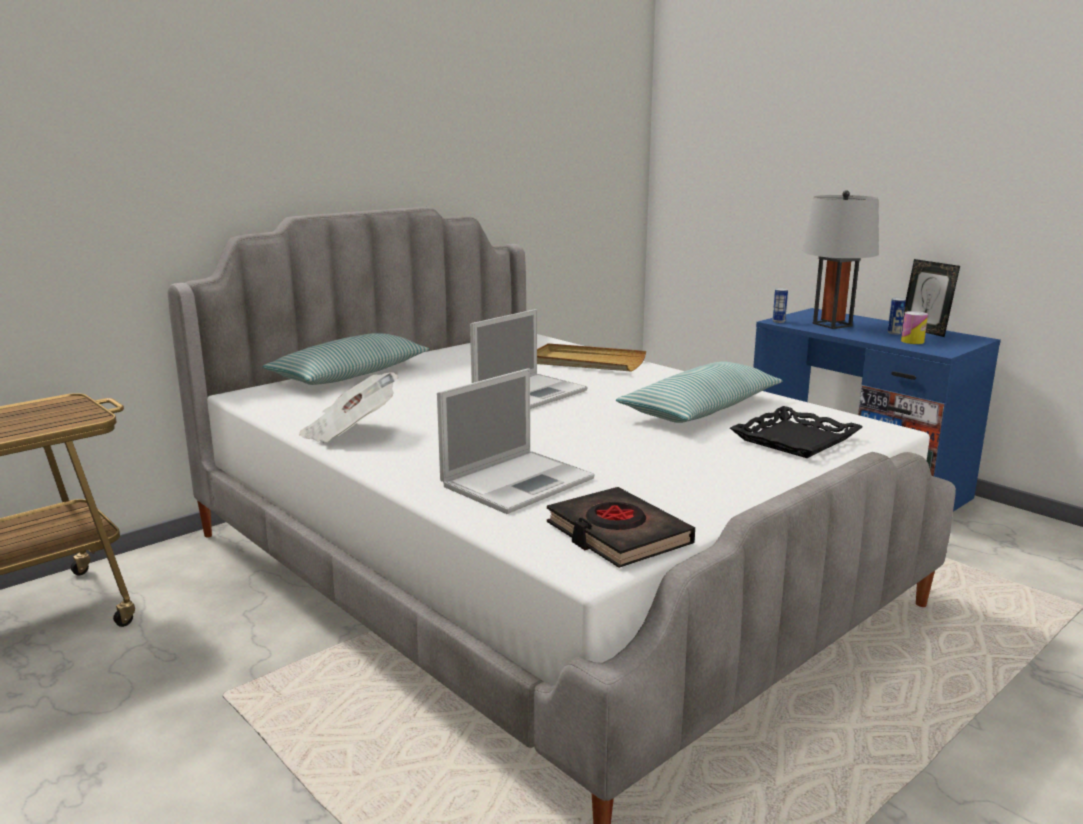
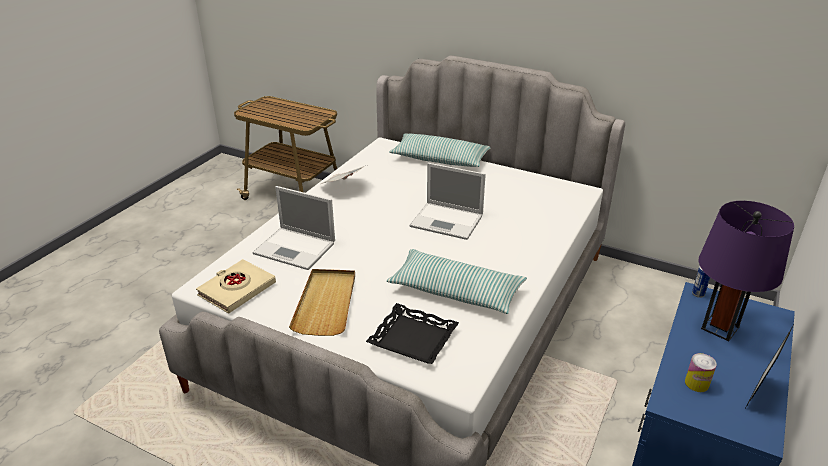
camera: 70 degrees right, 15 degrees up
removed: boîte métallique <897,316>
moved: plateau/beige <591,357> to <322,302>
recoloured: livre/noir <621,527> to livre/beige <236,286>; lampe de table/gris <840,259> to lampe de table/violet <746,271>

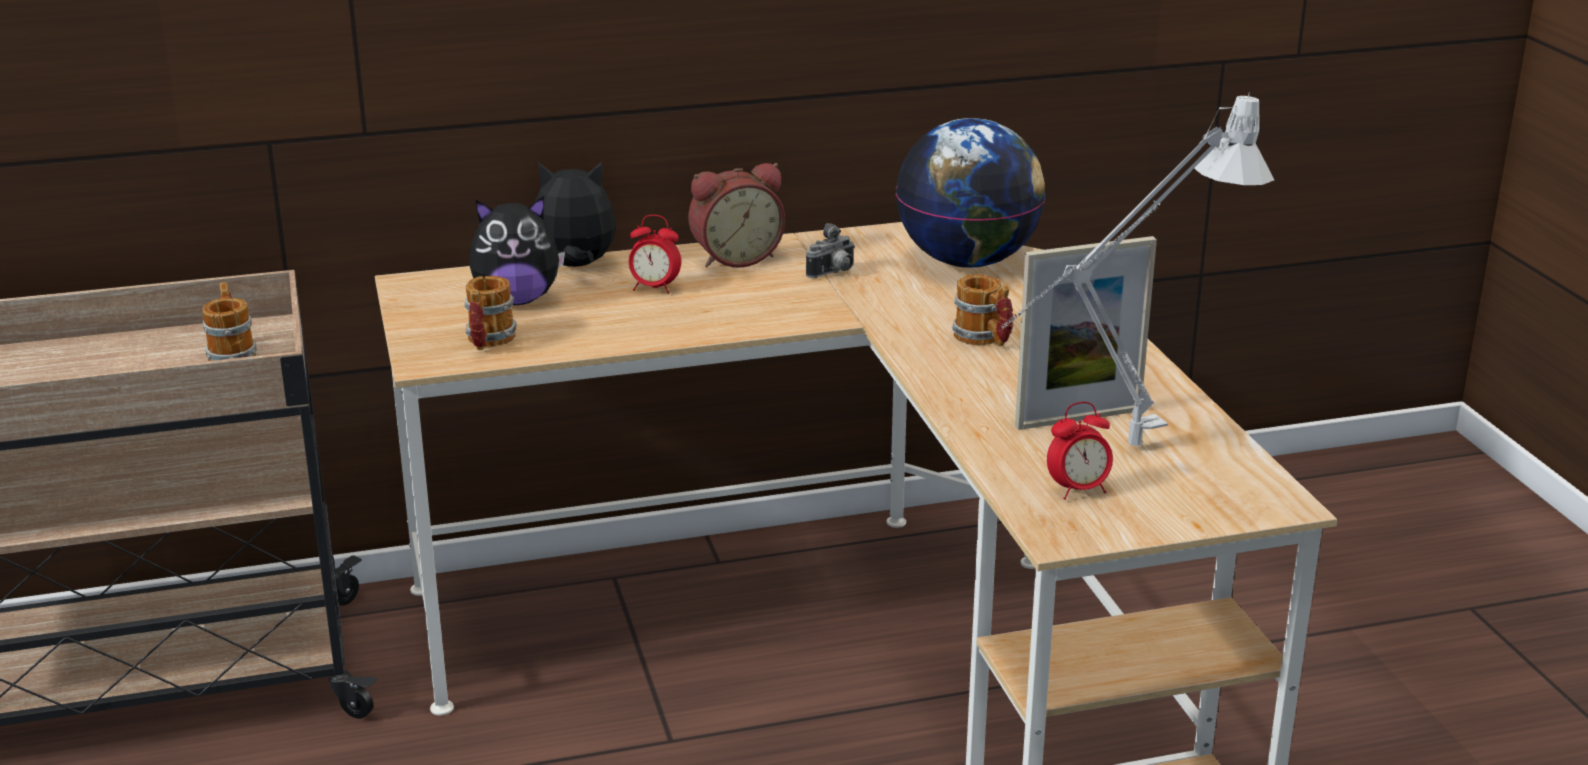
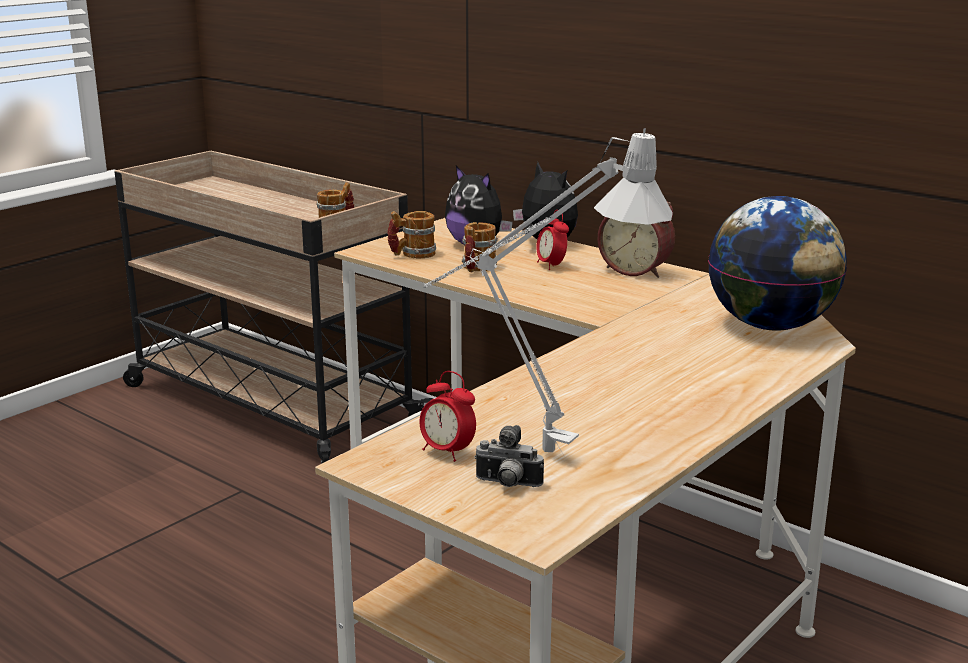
camera: 55 degrees right, 5 degrees down
removed: cadre photo <1086,333>
moved: mug <983,310> to <480,247>; appareil photo <830,250> to <509,456>

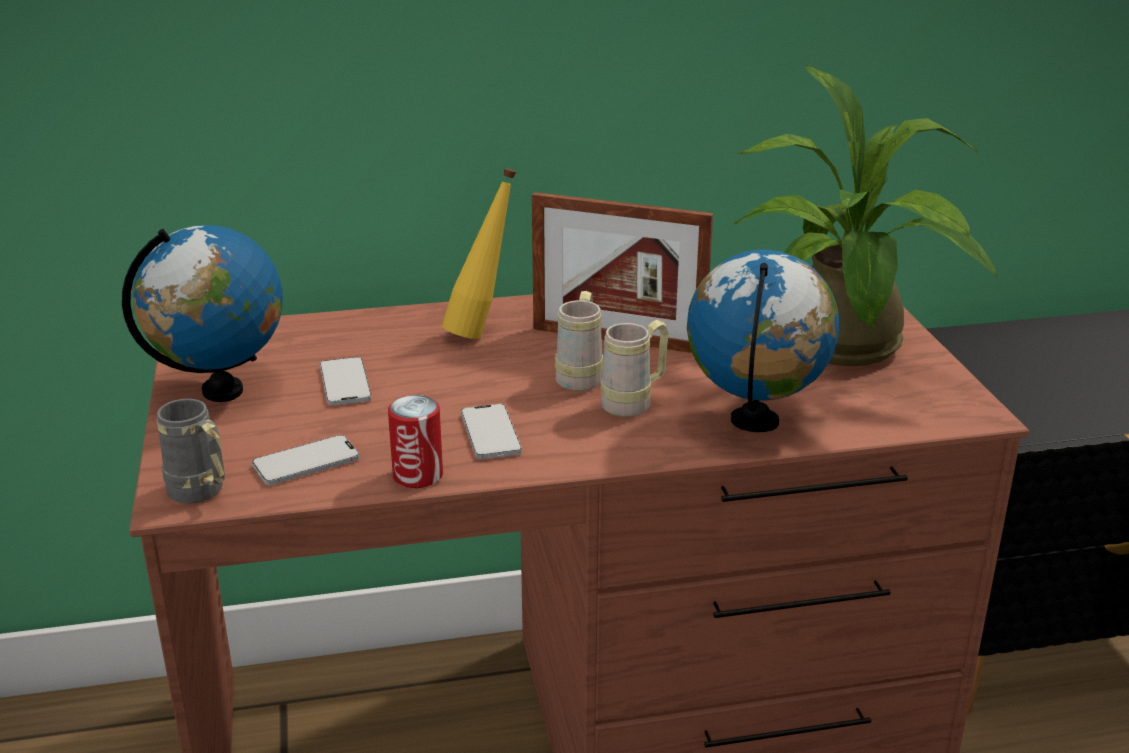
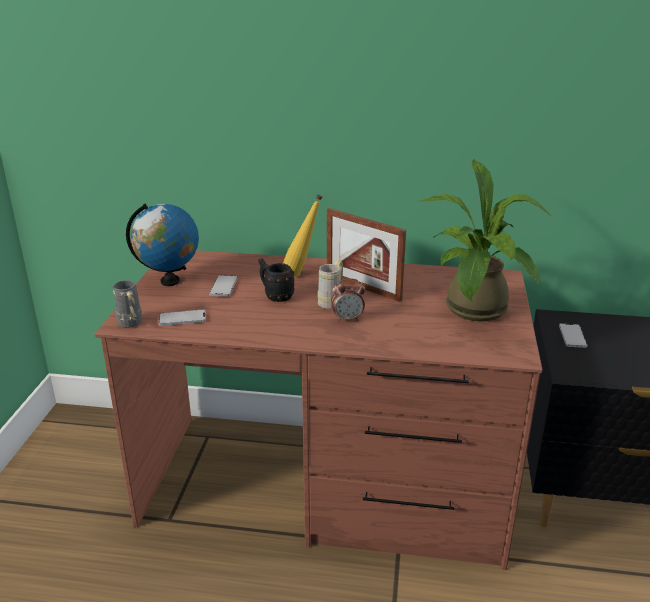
camera: 20 degrees right, 0 degrees up
removed: boîte métallique <415,441>; globe <763,341>
added: mug/noir <276,280>
moved: téléphone <491,431> to <573,336>
replaced: mug/beige <635,368> to réveil <348,300>

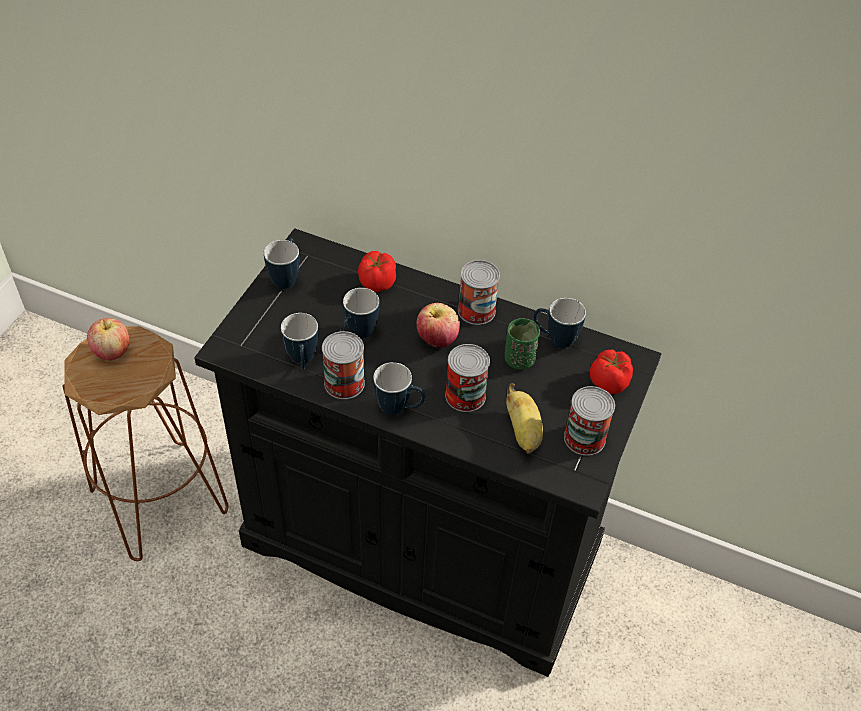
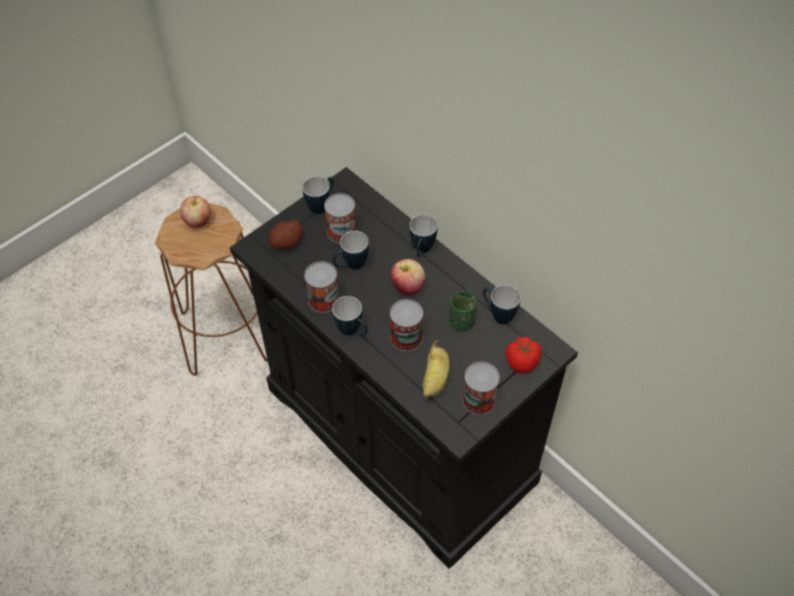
camera: 25 degrees right, 5 degrees up
removed: tomate <377,271>
added: pomme de terre <286,235>
moved: boîte métallique <479,292> to <340,218>; mug <300,341> to <423,235>

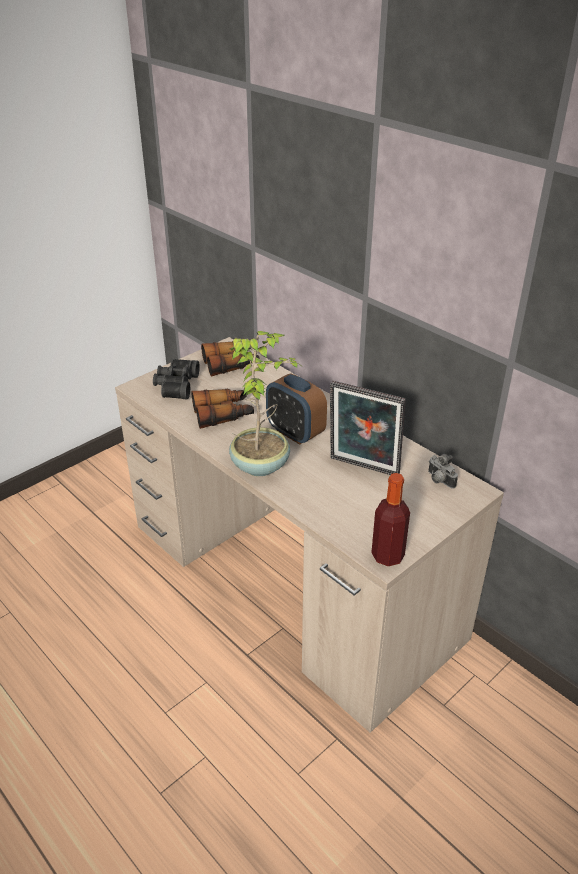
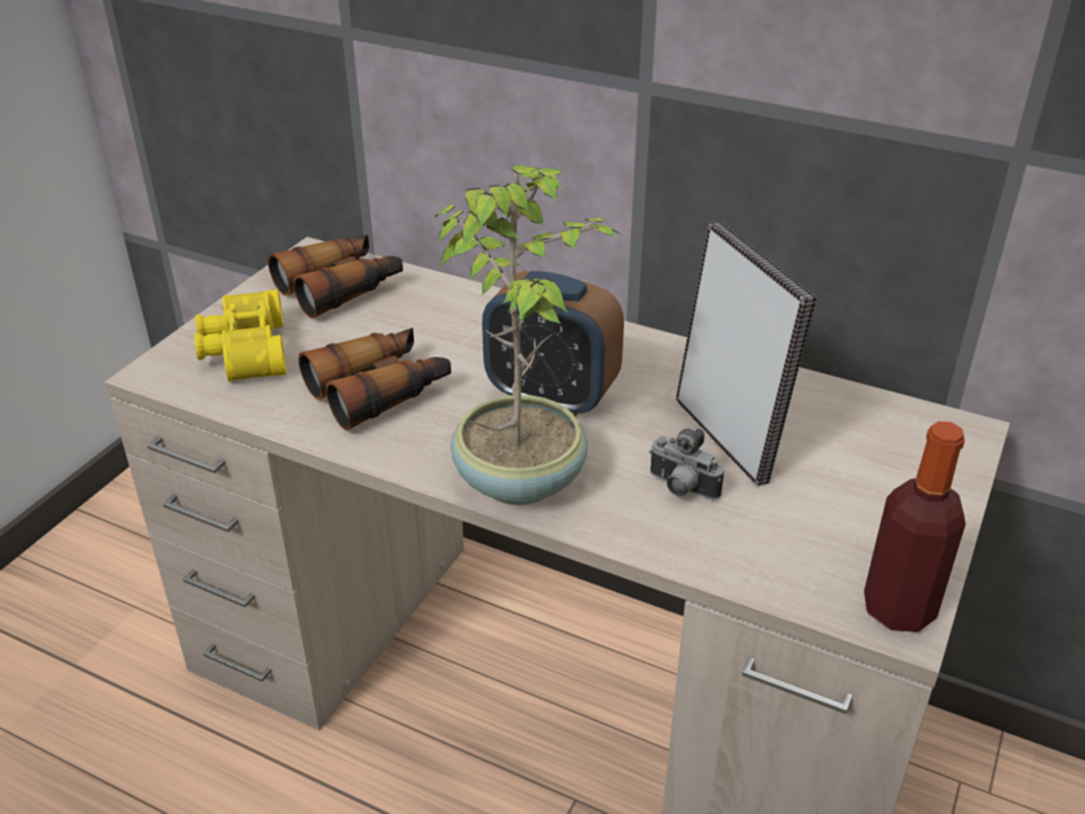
camera: 20 degrees left, 0 degrees up
moved: appareil photo <443,471> to <686,464>
recoloured: jumelles/noir <176,379> to jumelles/jaune <240,335>
turned: cadre photo <368,428> = <746,354> 120 degrees counterclockwise

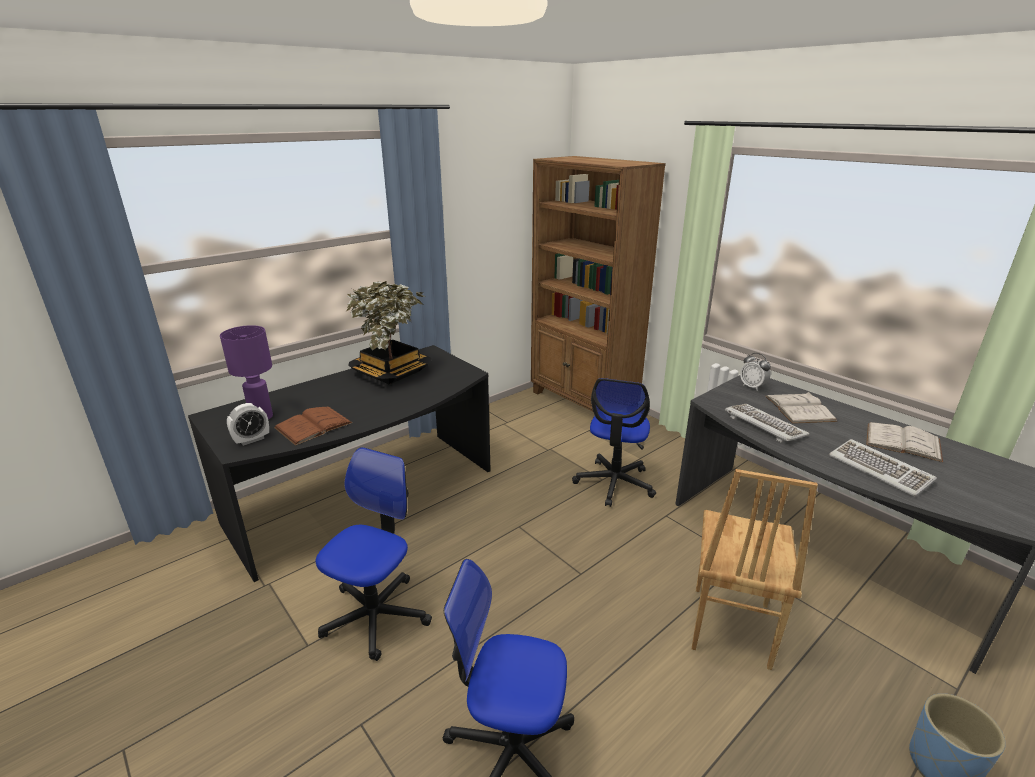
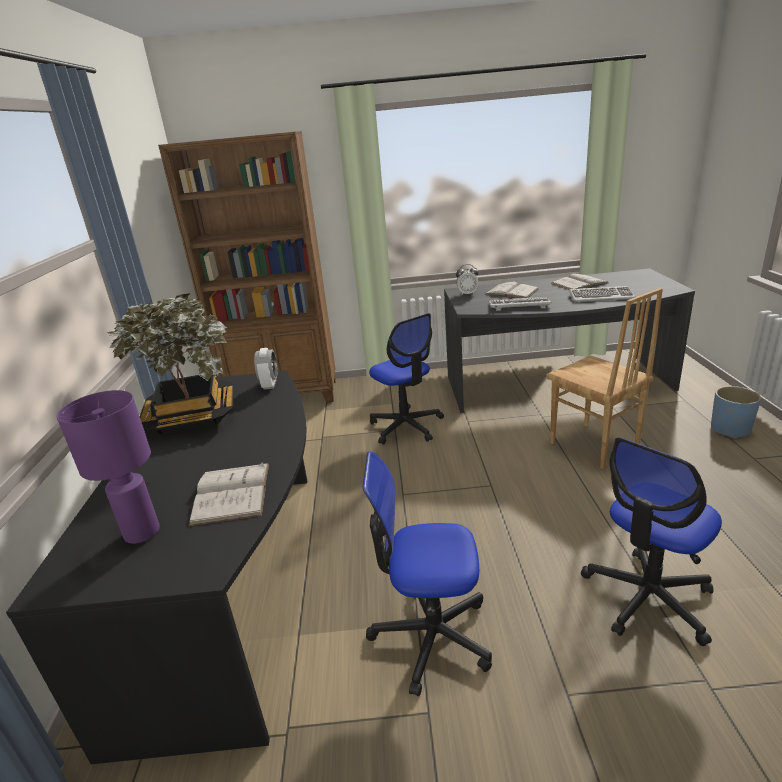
camera: 50 degrees left, 0 degrees up
moved: réveil <248,424> to <266,369>
recoloured: livre/marron <313,426> to livre/blanc <229,494>
turned: chaise de bureau <374,554> = <427,574> 60 degrees counterclockwise

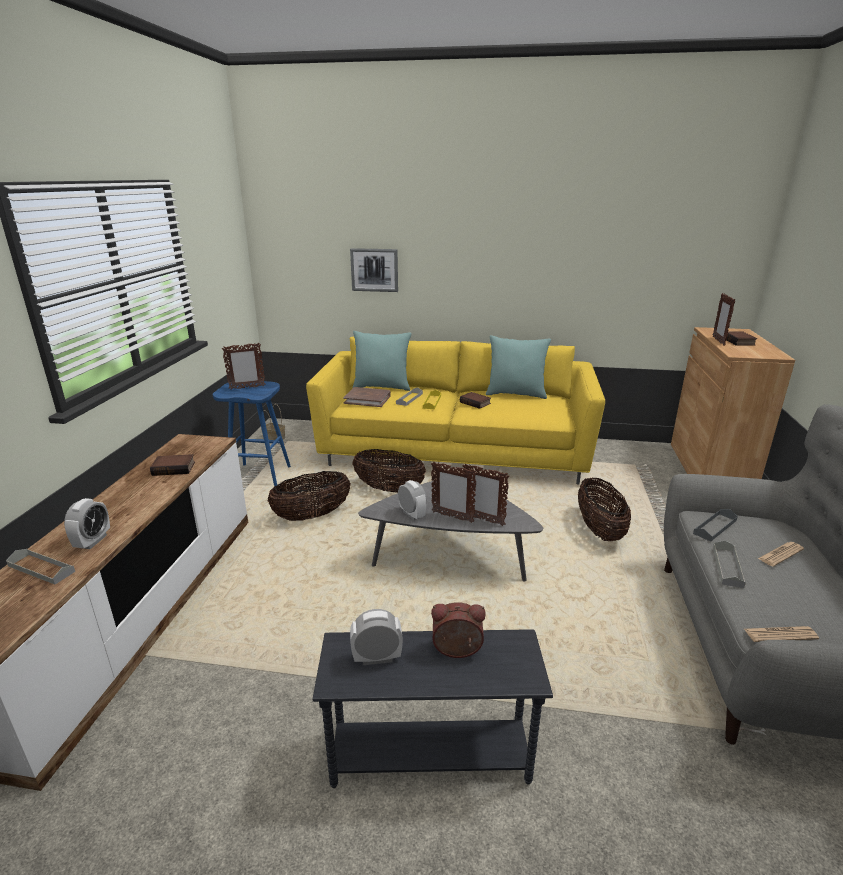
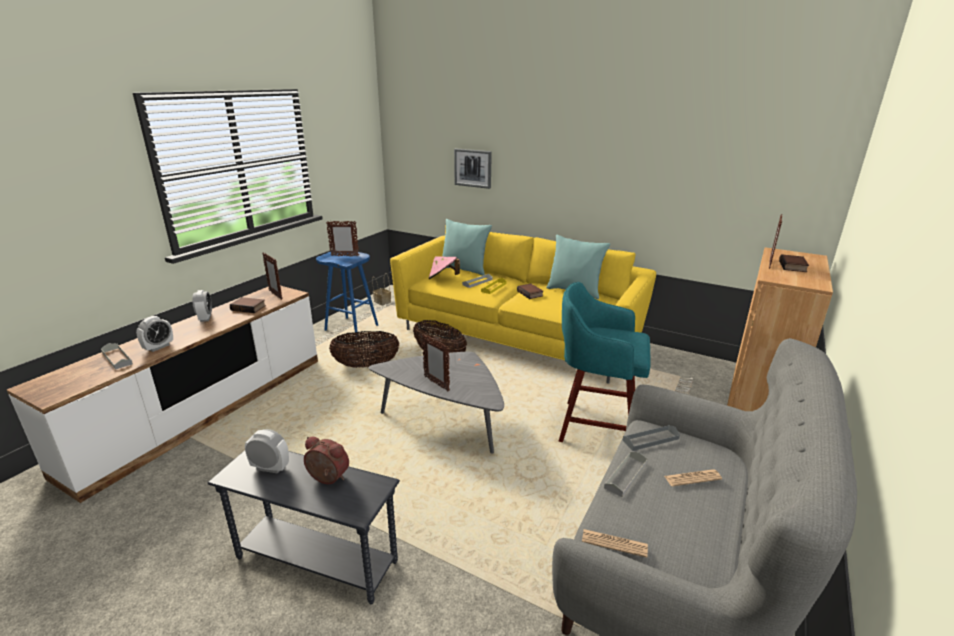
camera: 20 degrees right, 0 degrees up
moved: réveil <412,500> to <202,306>; cadre photo <486,495> to <272,276>
replaced: livre/marron <367,397> to chapeau/rose <444,267>; panier <604,509> to tabouret/turquoise <605,362>

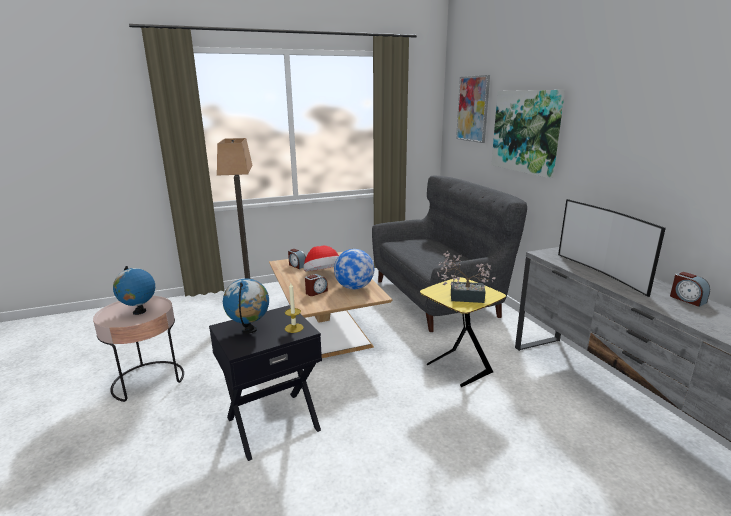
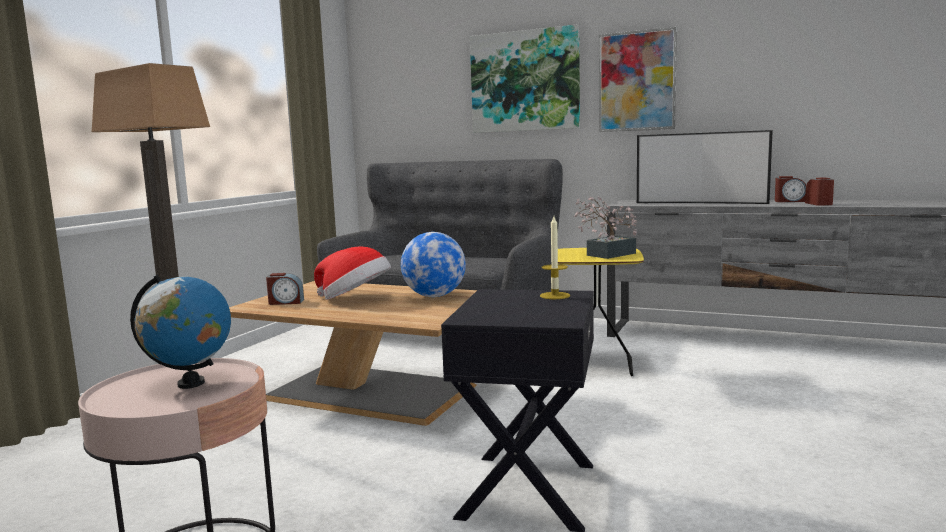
camera: 45 degrees left, 10 degrees down
removed: globe <246,306>
moved: tableau <473,109> to <638,79>; réveil <316,285> to <819,191>

